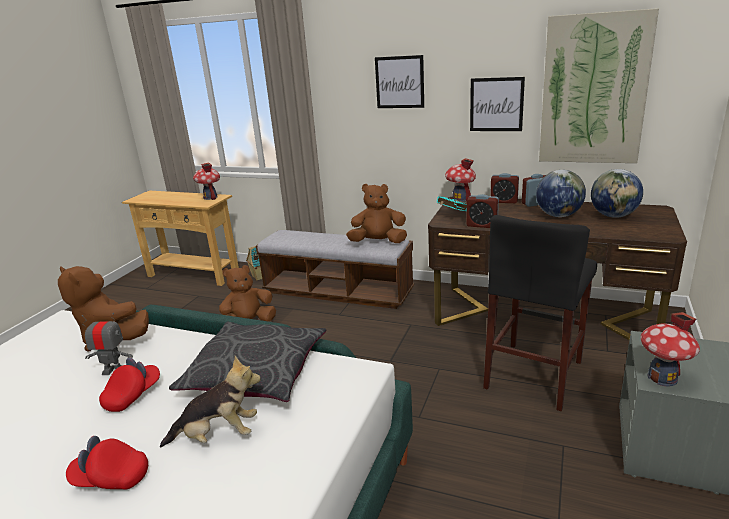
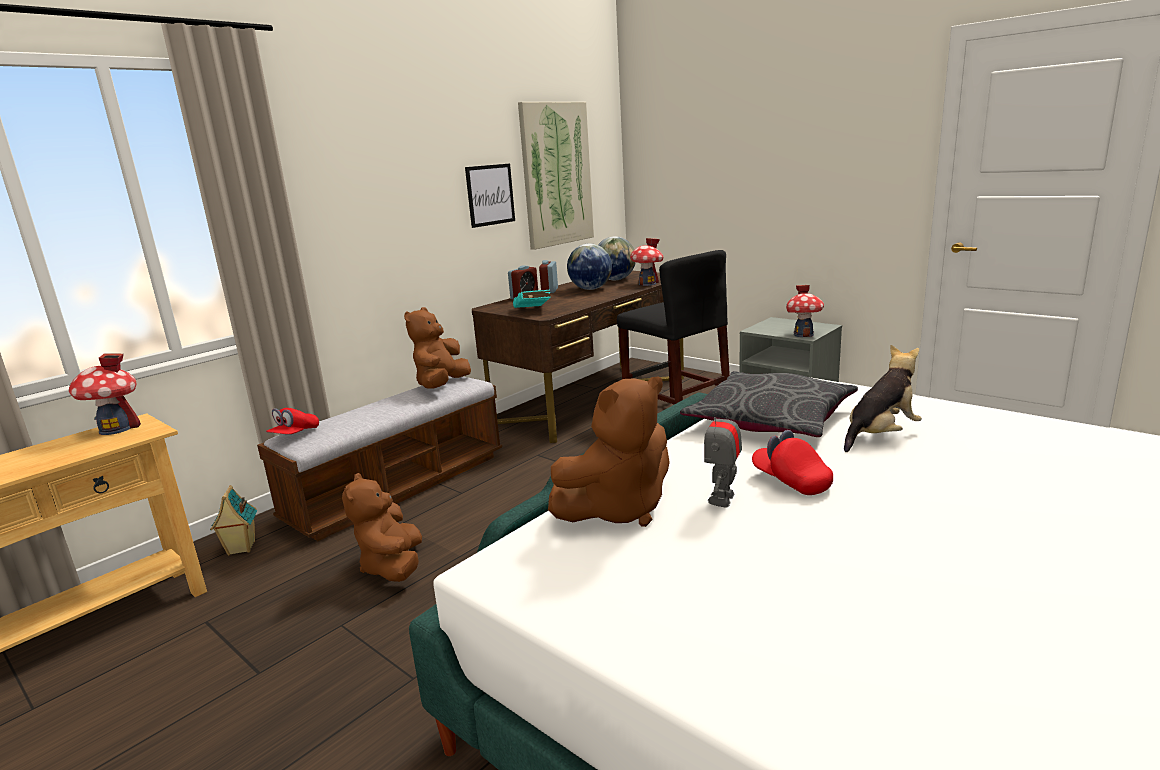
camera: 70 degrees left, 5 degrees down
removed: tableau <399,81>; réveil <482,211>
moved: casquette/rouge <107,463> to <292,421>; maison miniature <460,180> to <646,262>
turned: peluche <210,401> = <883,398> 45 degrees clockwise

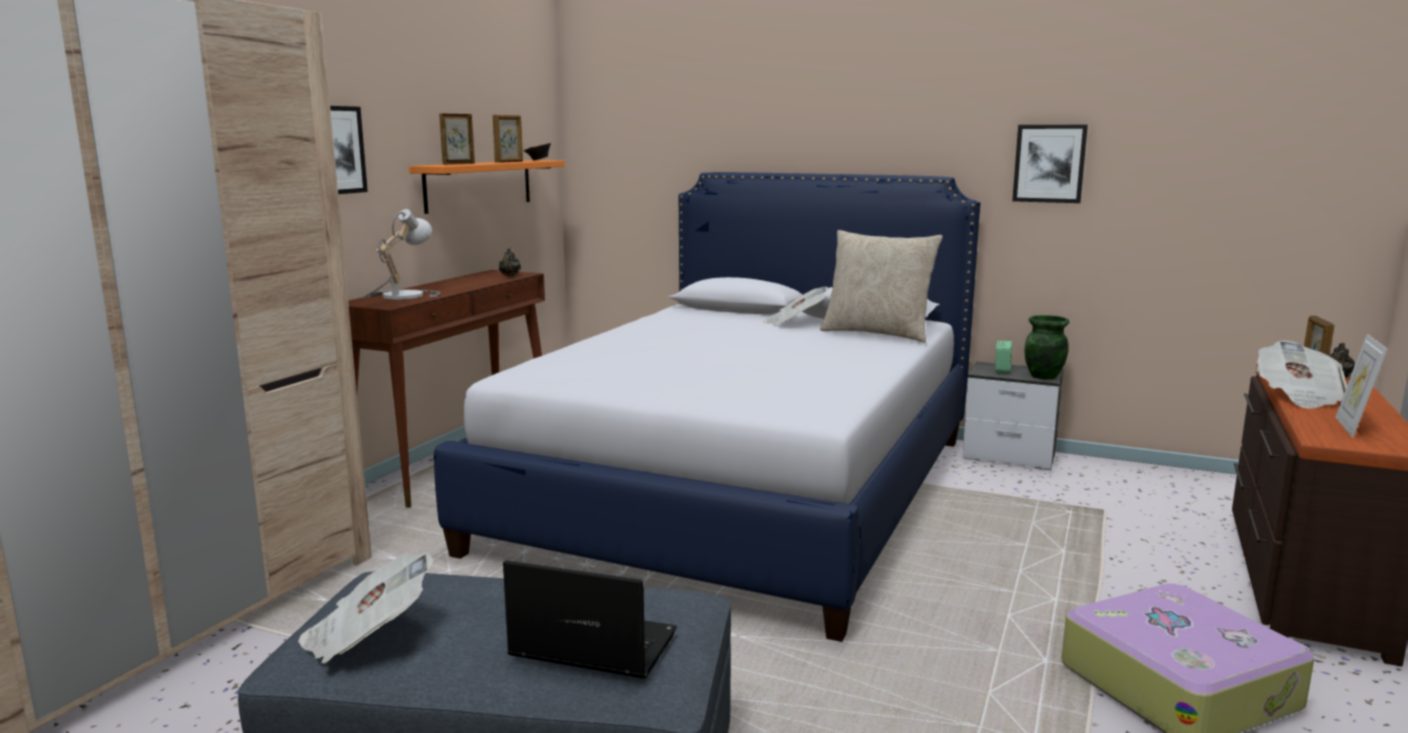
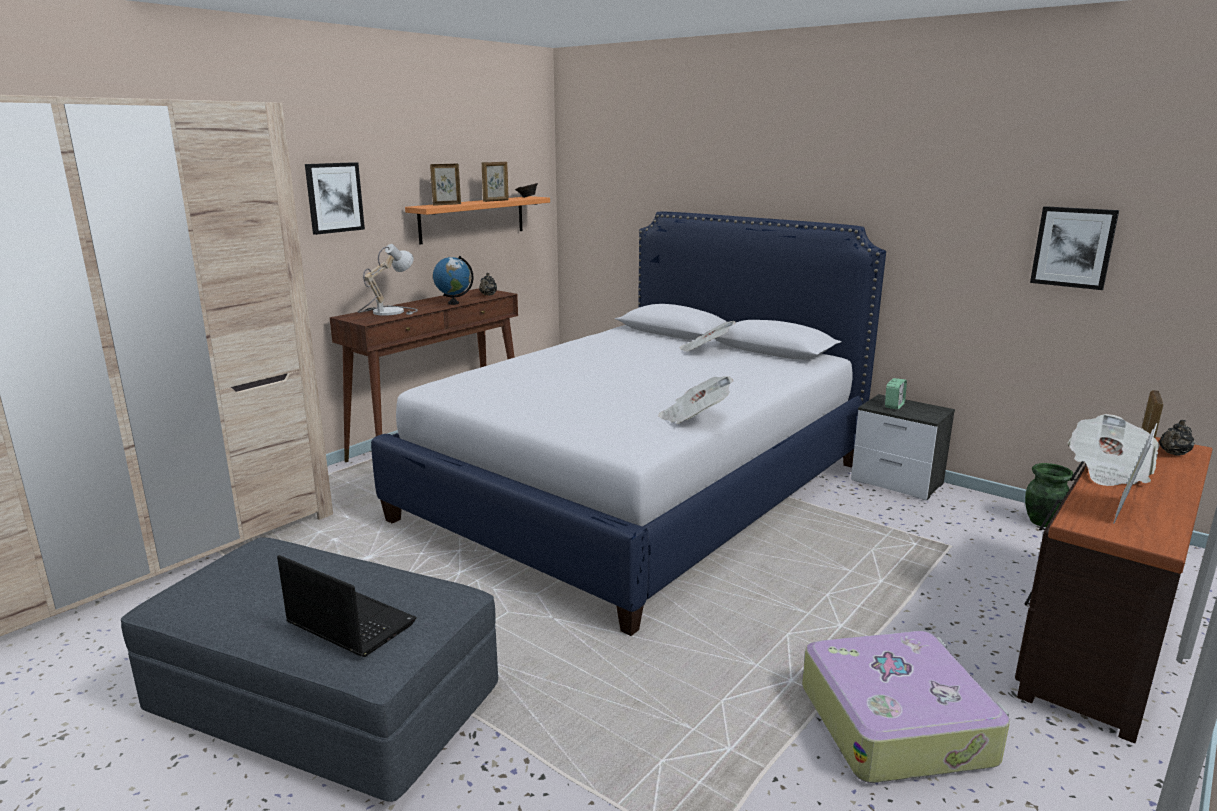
camera: 15 degrees right, 5 degrees up
removed: coussin/beige <881,286>
added: globe <453,280>
moved: journal <366,608> to <695,400>; vase/vert <1046,347> to <1049,495>; tableau <1050,164> to <1074,248>

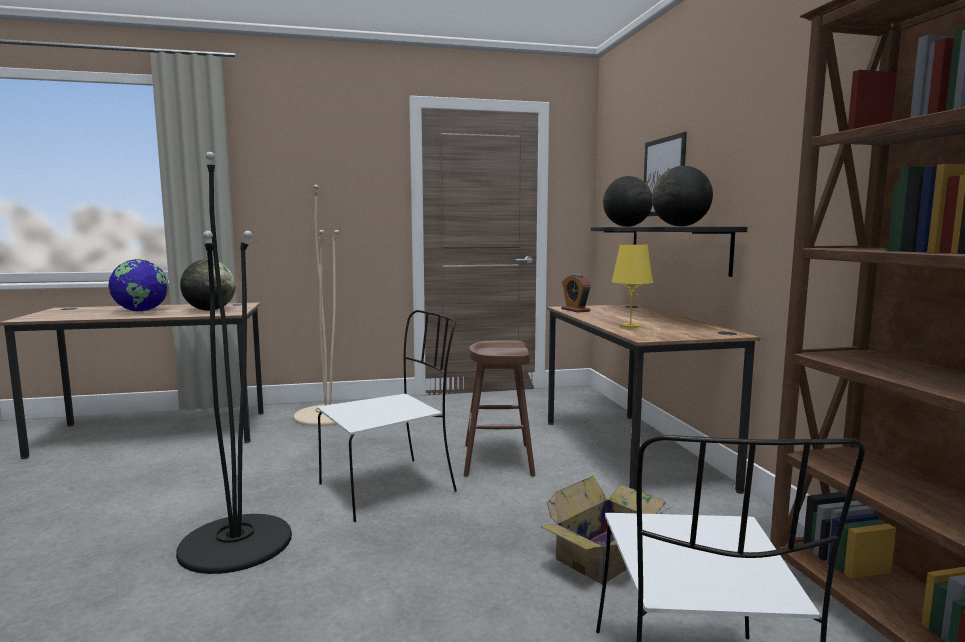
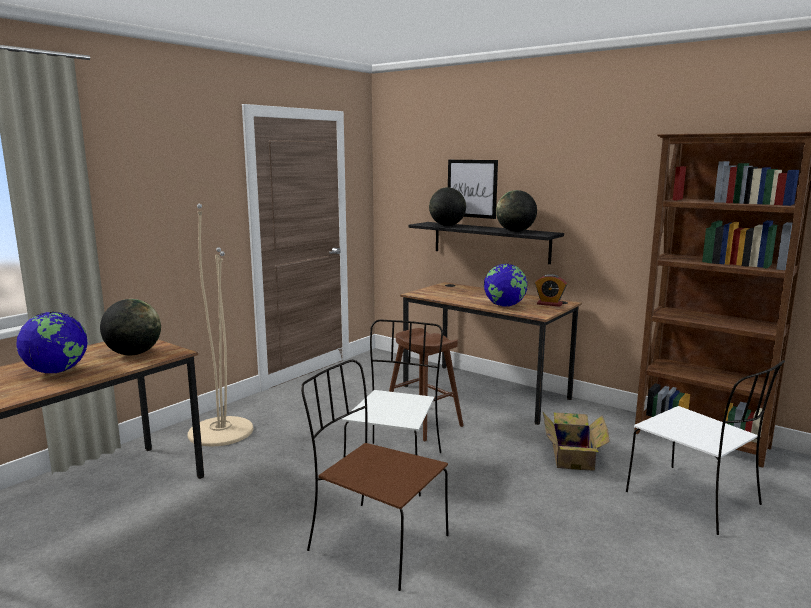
camera: 40 degrees left, 5 degrees up
moved: réveil <576,293> to <551,290>
replaced: lampadaire/noir <234,363> to chaise/marron <375,475>; lampe de table/jaune <632,286> to globe <505,285>

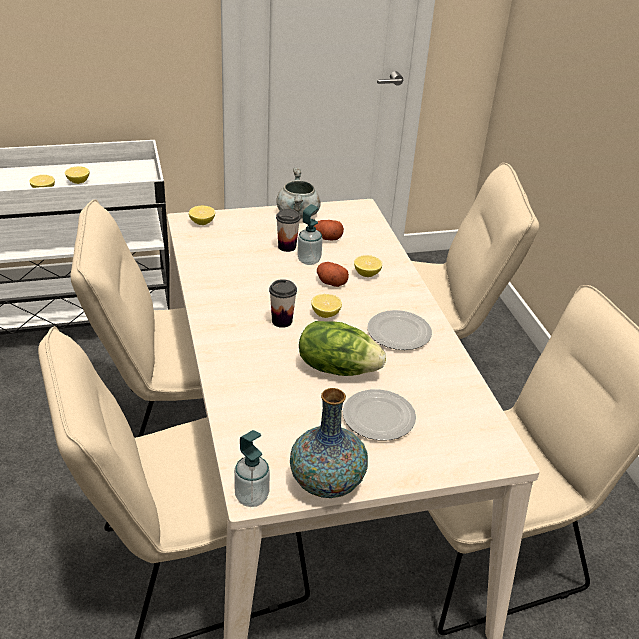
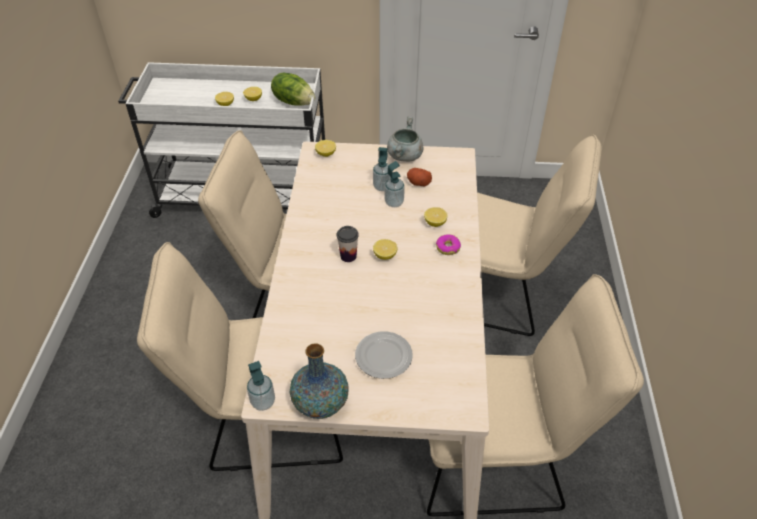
camera: 20 degrees right, 10 degrees up
removed: pomme de terre <333,274>; assiette <400,330>
added: beignet <448,244>
moved: laitue <342,348> to <293,89>
replaced: tasse <288,230> to distributeur de savon <382,169>

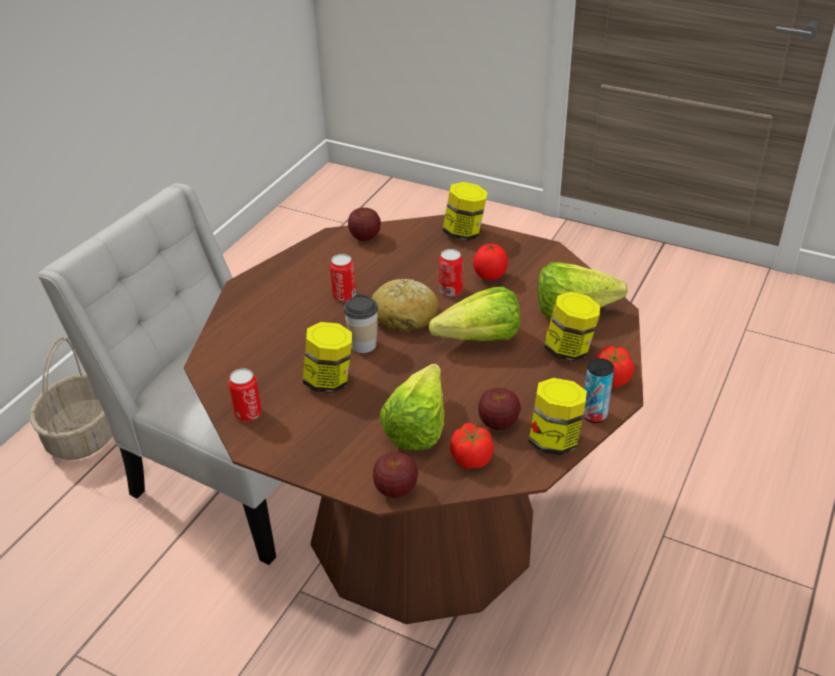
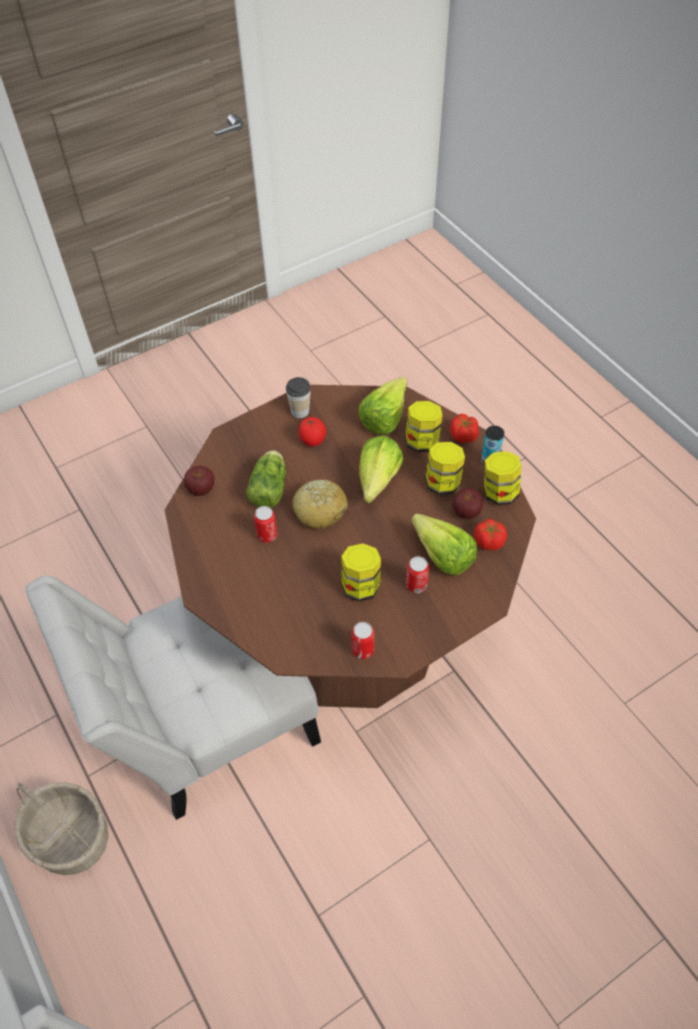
camera: 60 degrees left, 15 degrees up
removed: pomme <395,475>
added: laitue <266,479>
moved: tasse <361,323> to <298,397>; boîte métallique <451,272> to <417,574>; bocal <465,211> to <445,468>

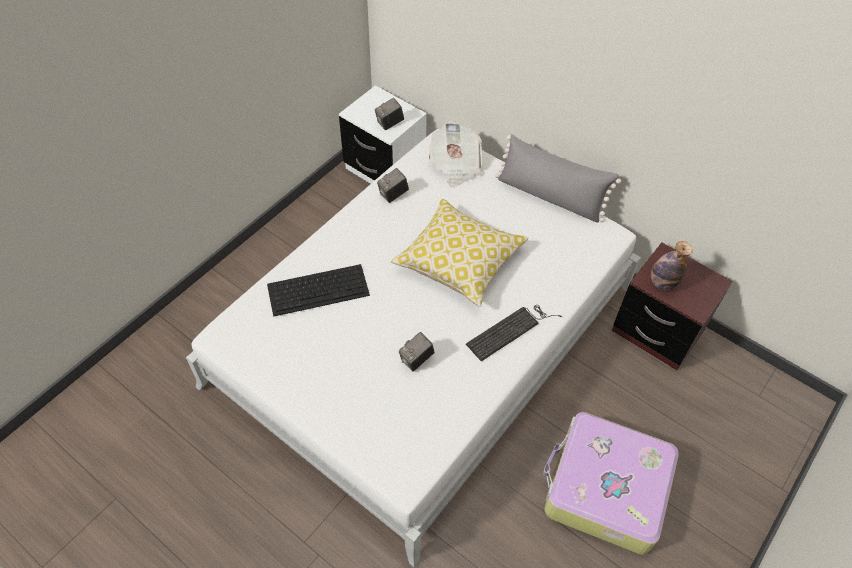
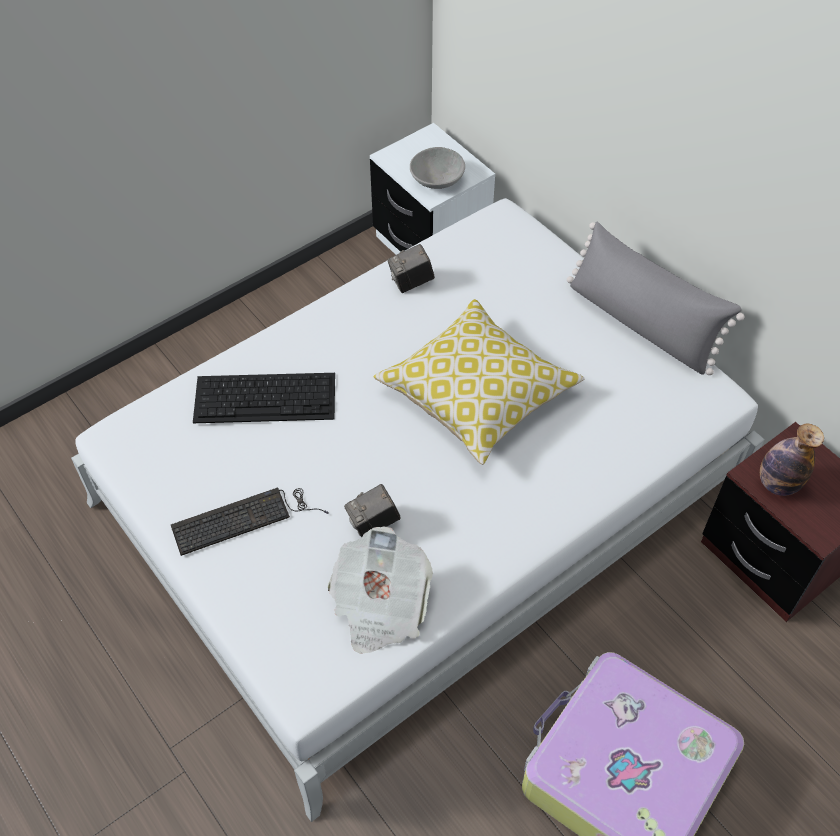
camera: 15 degrees right, 0 degrees up
moved: clavier <514,333> to <250,521>; journal <455,154> to <380,590>
replaced: appareil photo <389,114> to bol/gris <437,168>

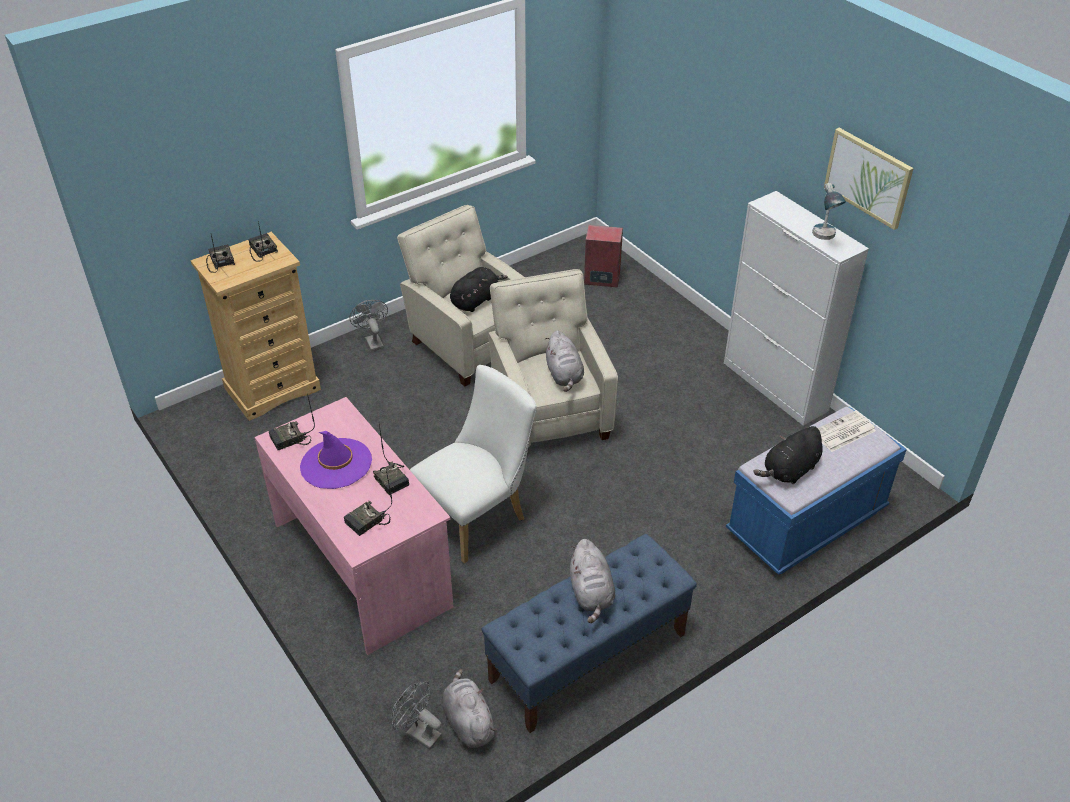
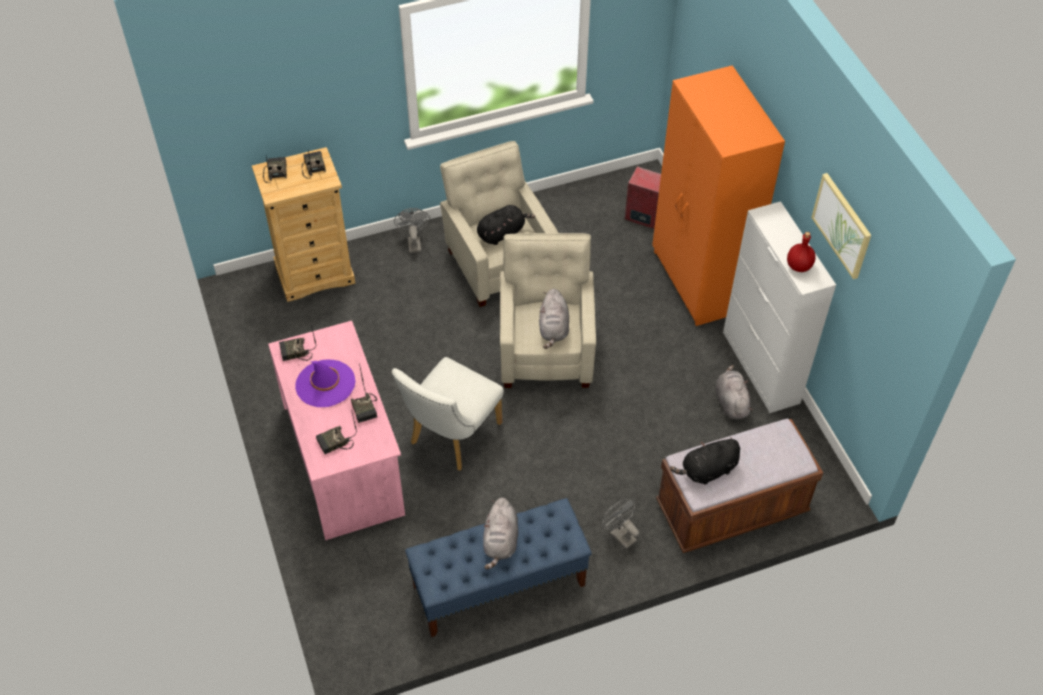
camera: 15 degrees right, 10 degrees up
removed: journal <847,431>
added: armoire/orange <718,195>
moved: ventilateur/gris <416,715> to <620,524>; peluche/gris <469,708> to <734,392>
replaced: lampe de table <829,211> to bouteille/rouge <801,252>
recoloured: banc/bleu <816,491> to banc/marron <739,486>
turned: chaise/blanc <473,464> = <448,413> 150 degrees clockwise

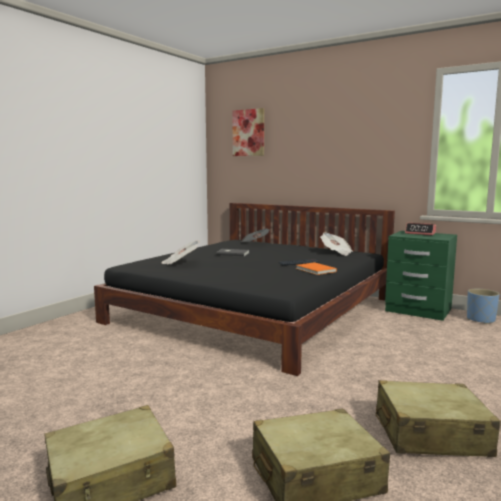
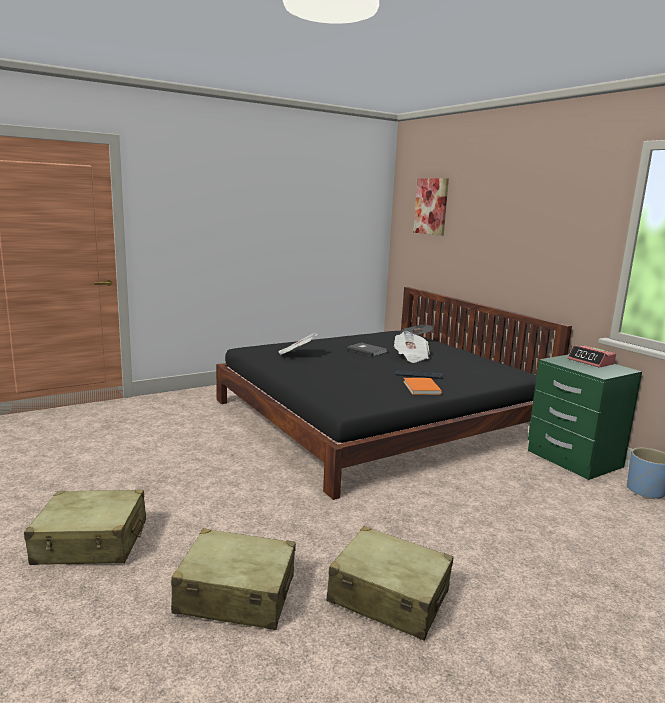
camera: 25 degrees right, 5 degrees up
moved: journal <336,244> to <412,347>

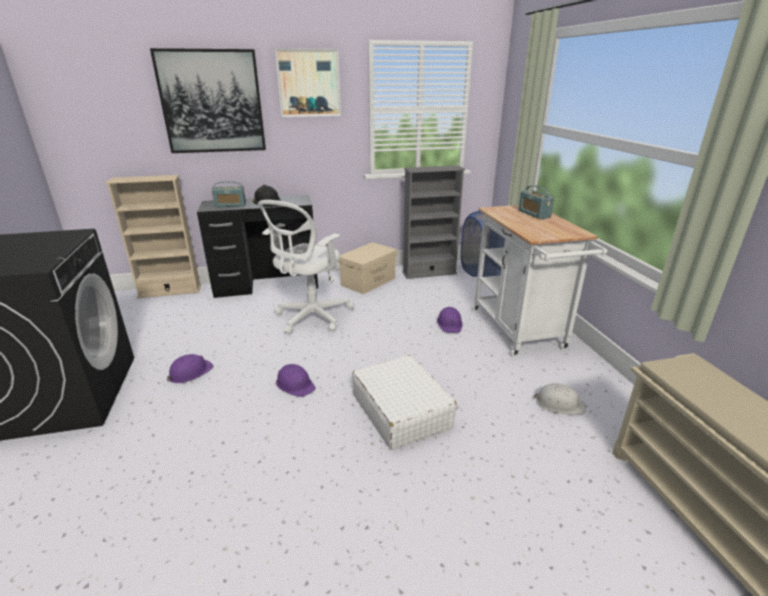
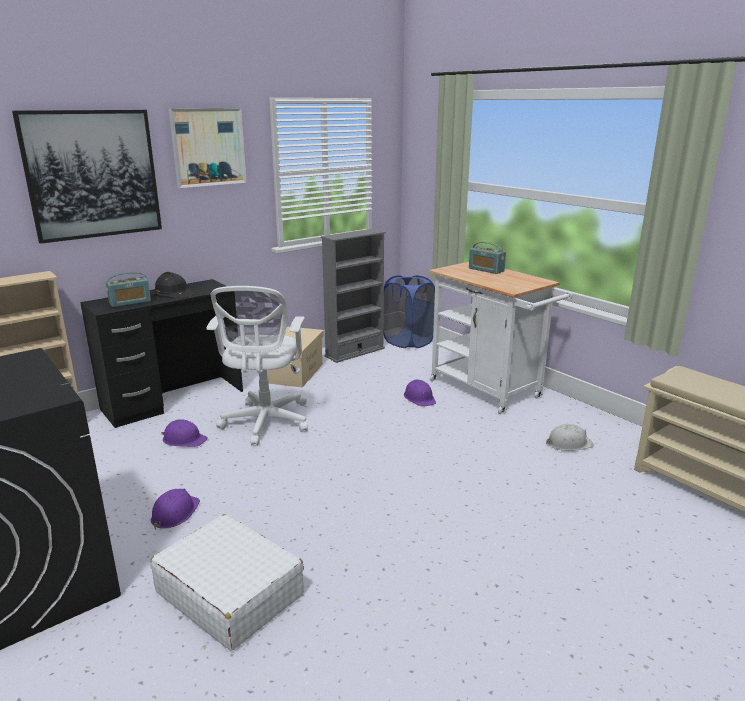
camera: 25 degrees left, 5 degrees down
moved: valise/blanc <404,402> to <227,582>; casque de chantier/violet <296,380> to <184,433>

